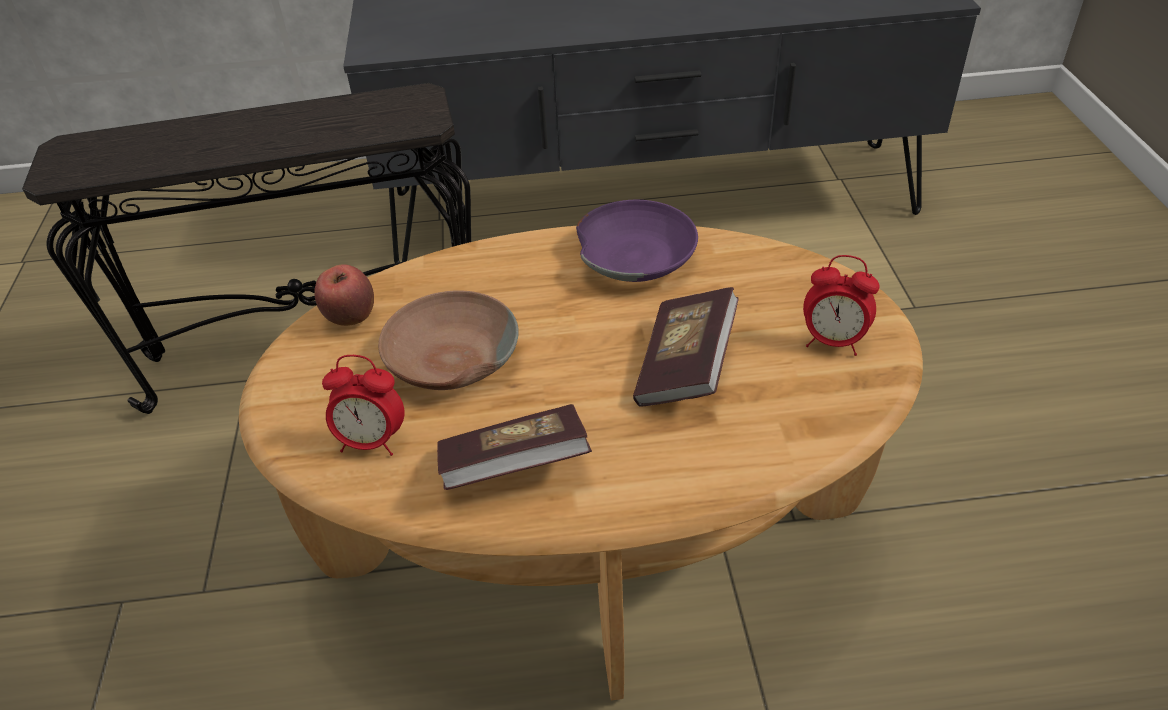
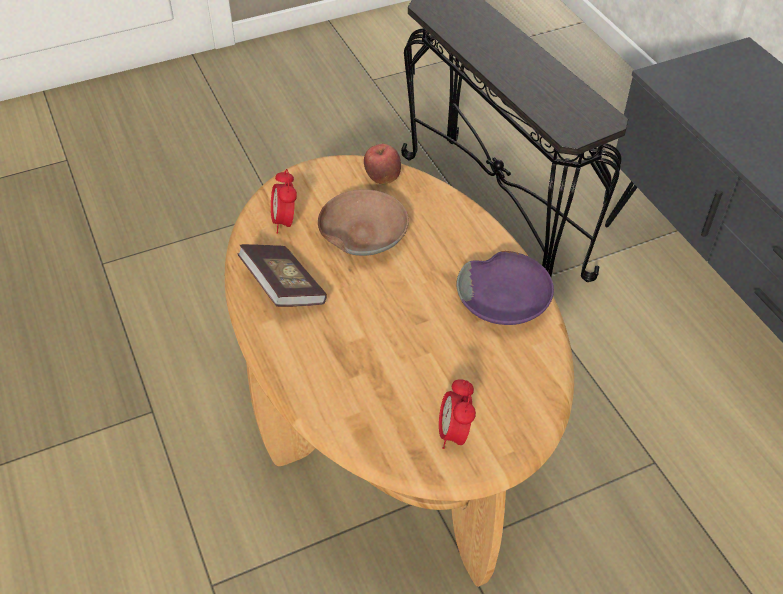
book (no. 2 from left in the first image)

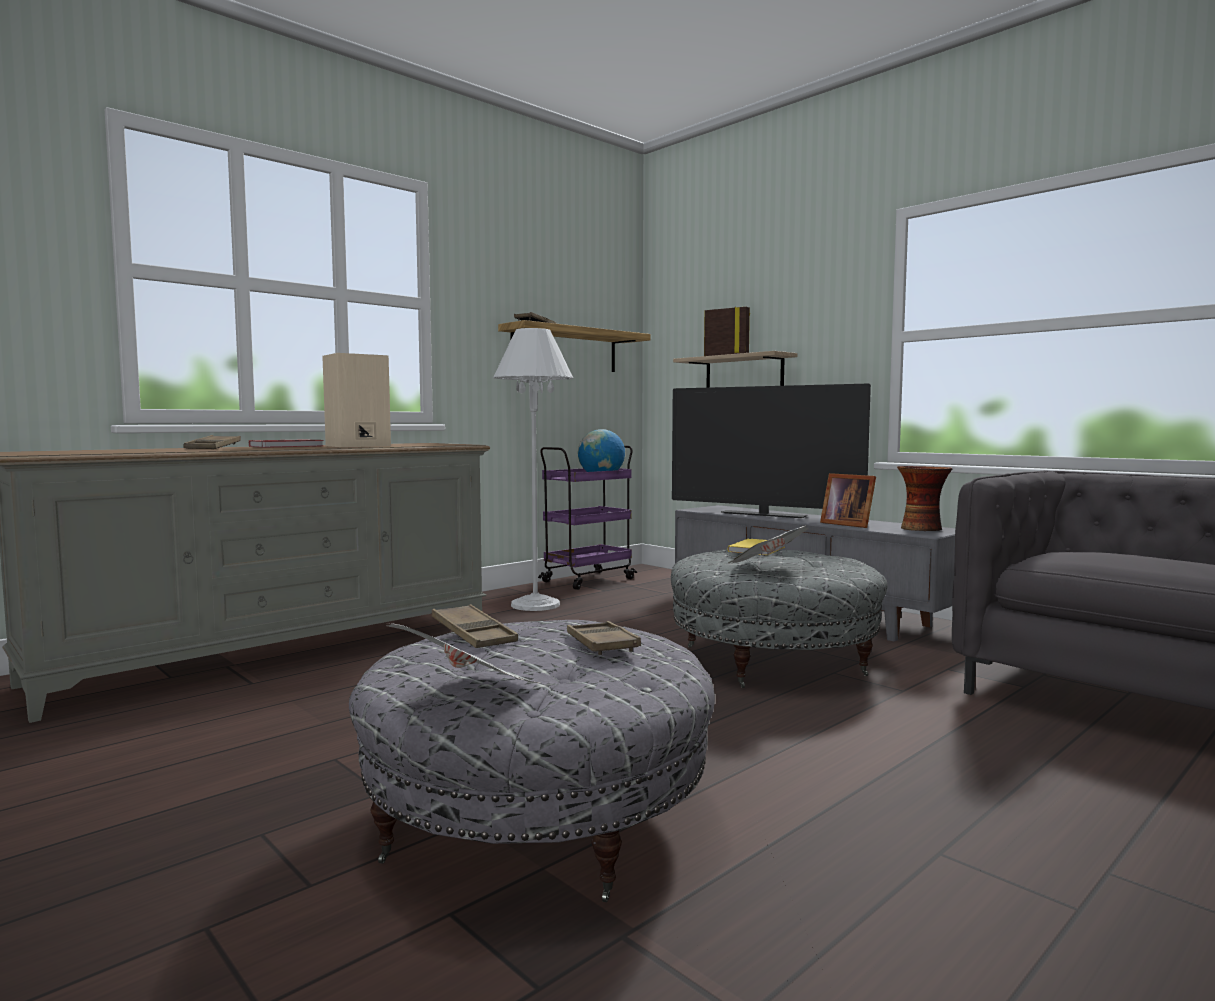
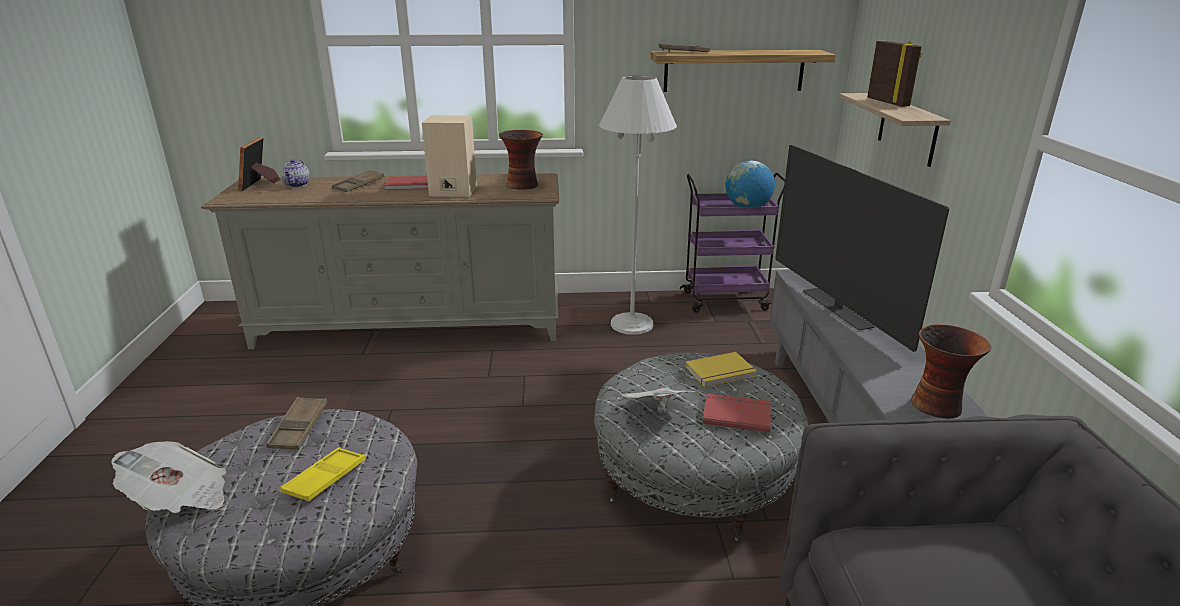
teapot; vase (no. 1 from left); red book (no. 2 from left); picture frame (no. 1 from left); yellow tray

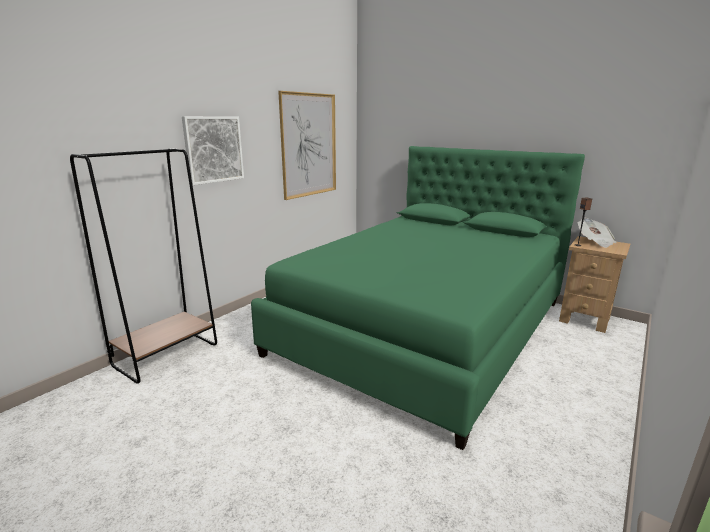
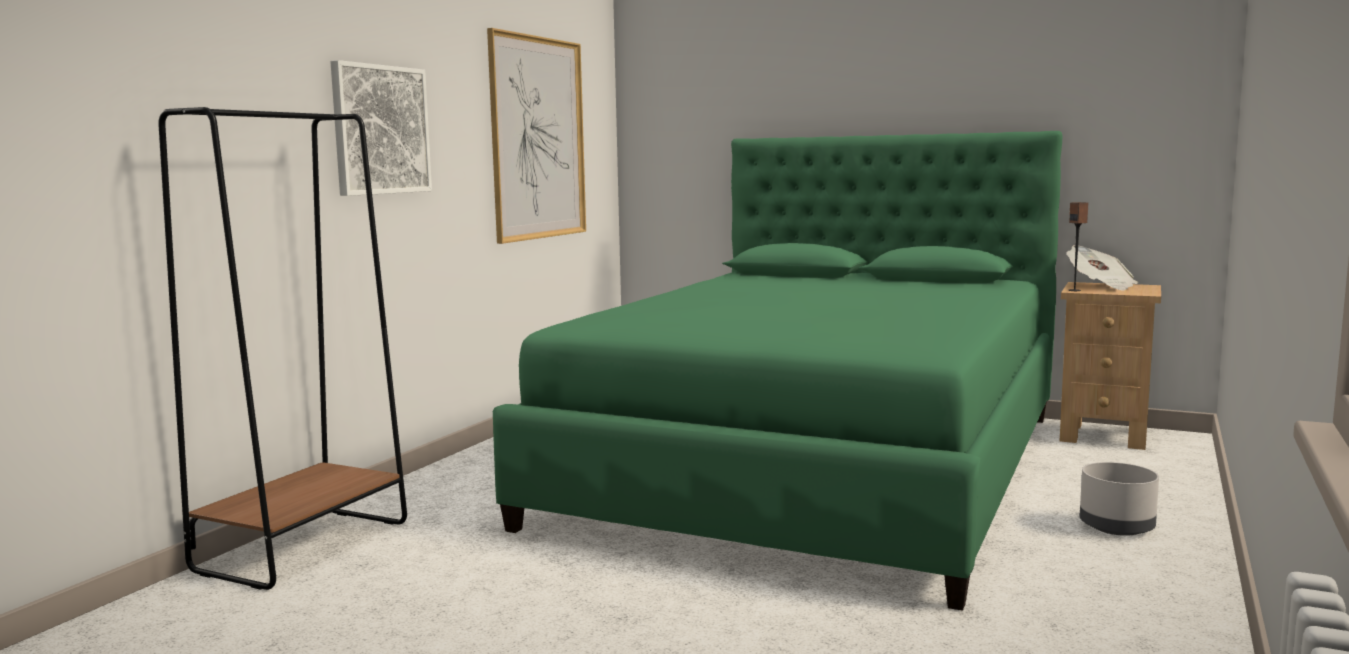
grey planter

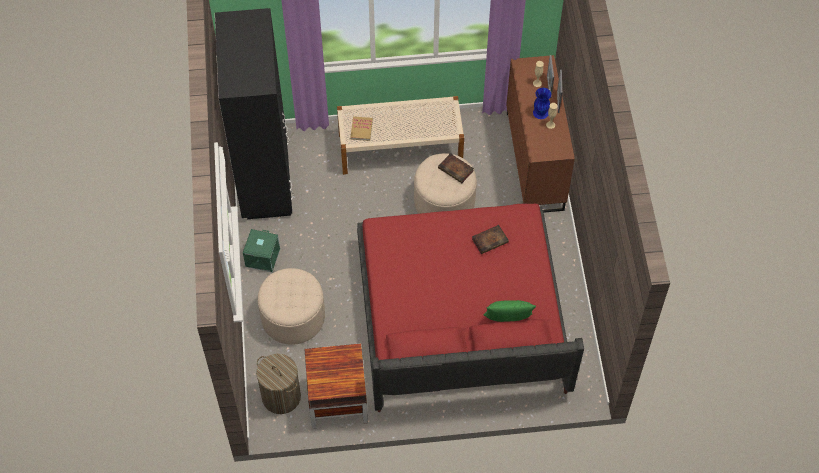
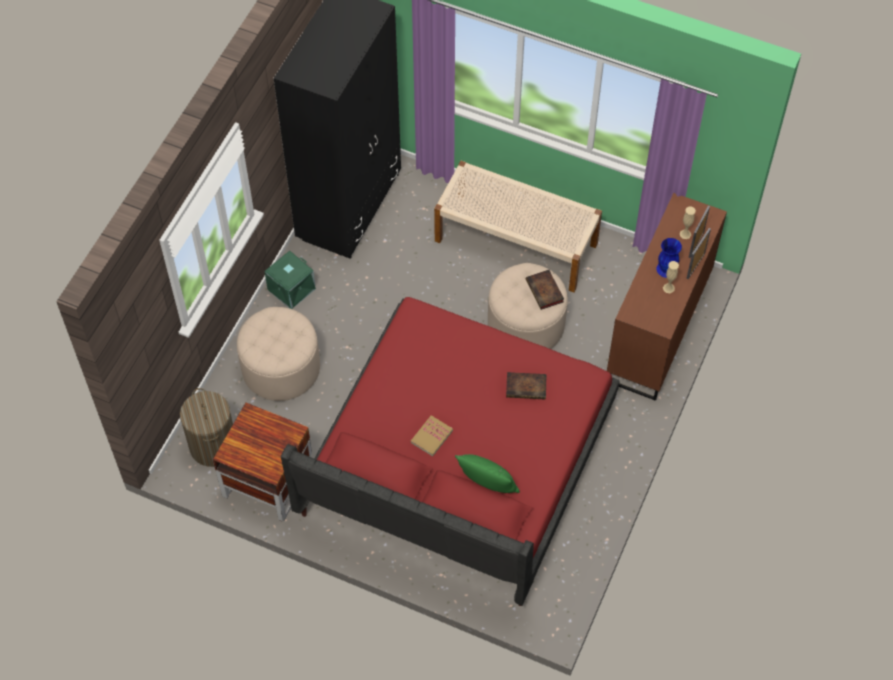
book (no. 1 from left)

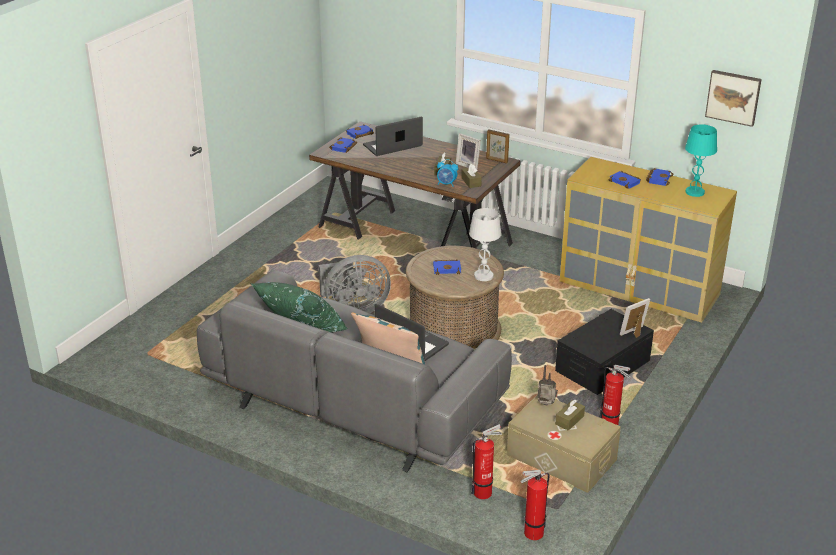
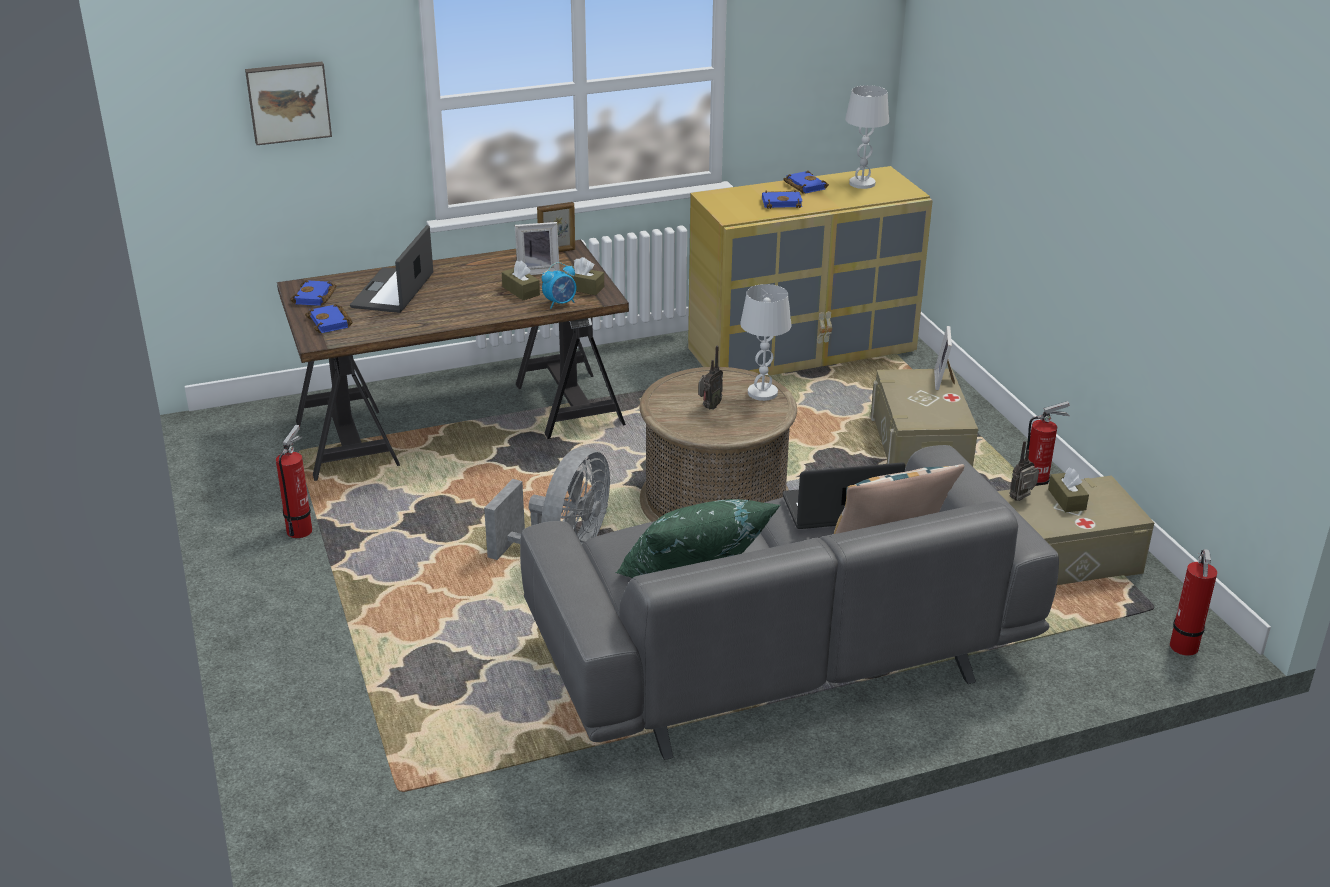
fire extinguisher (no. 1 from left); picture; radio (no. 1 from left); beige storage box (no. 1 from left); white table lamp (no. 2 from left)

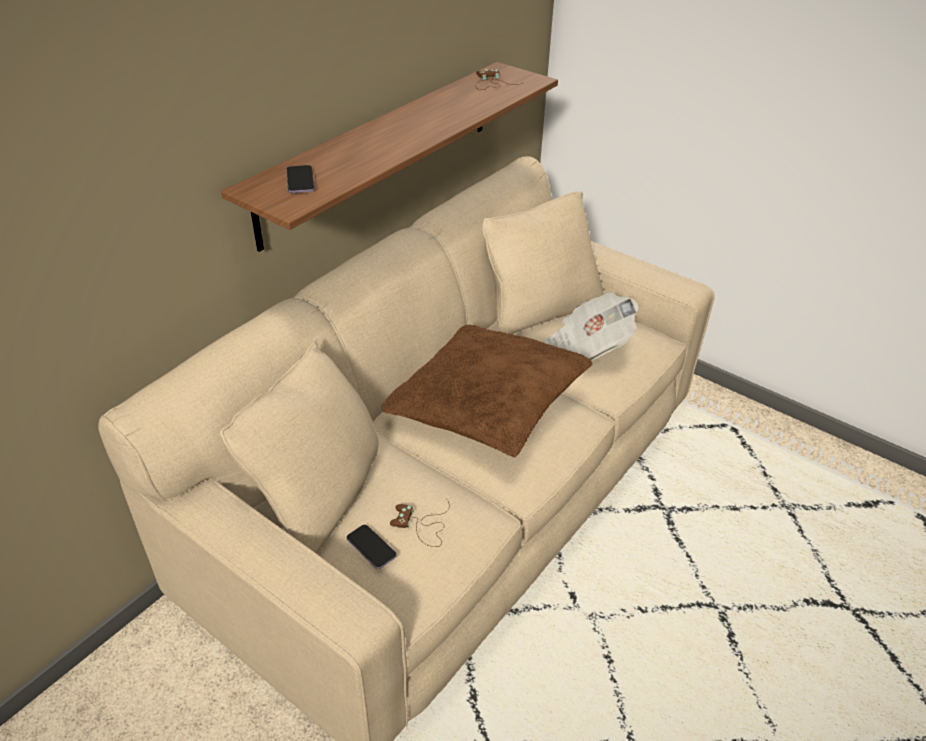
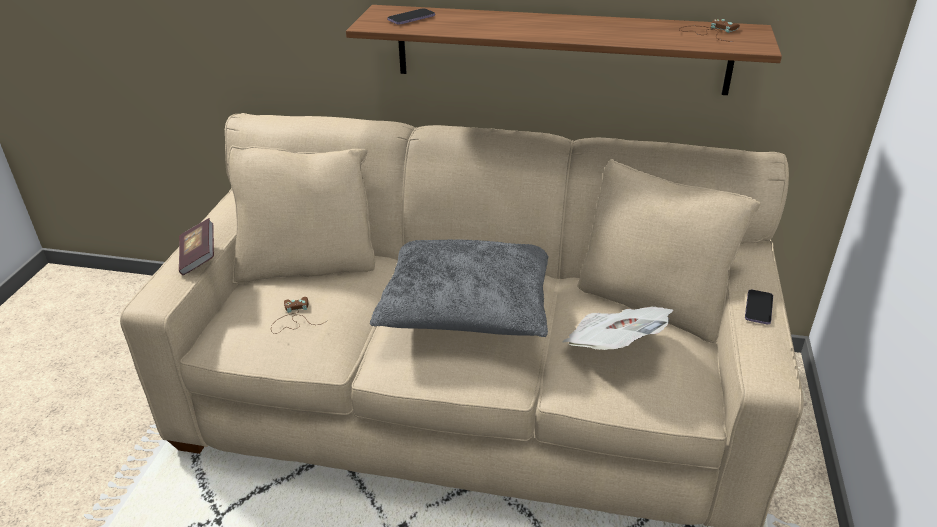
book; phone (no. 2 from left); grey pillow

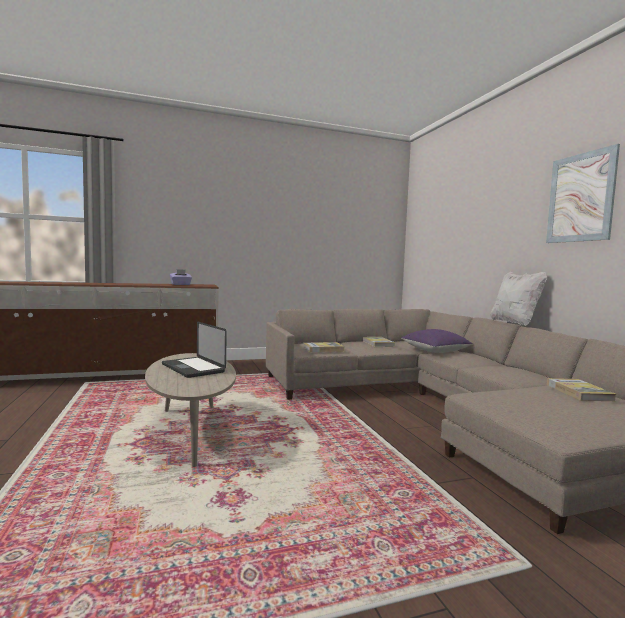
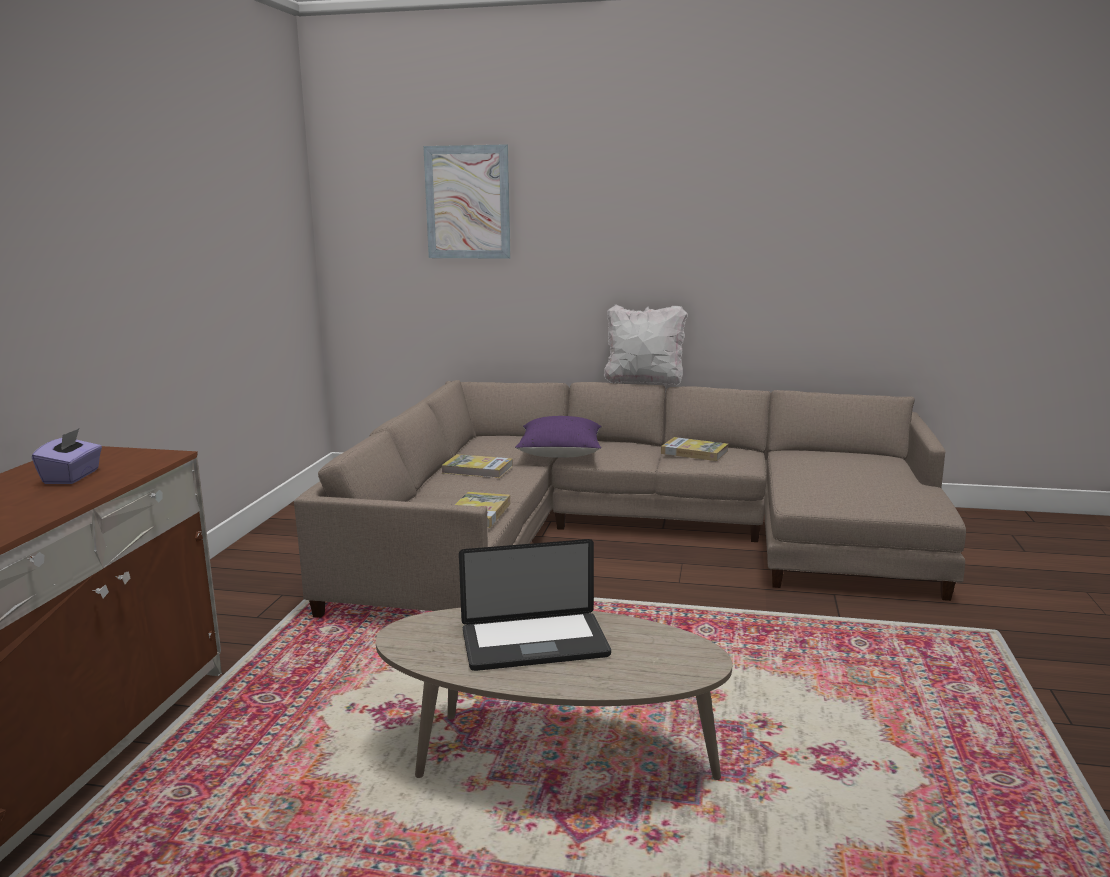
picture; book (no. 3 from left)

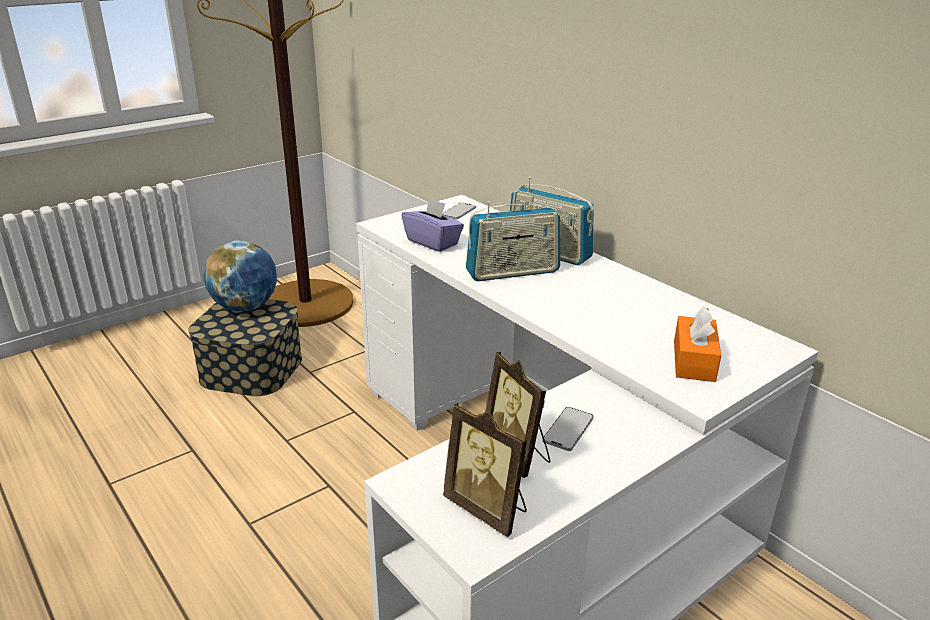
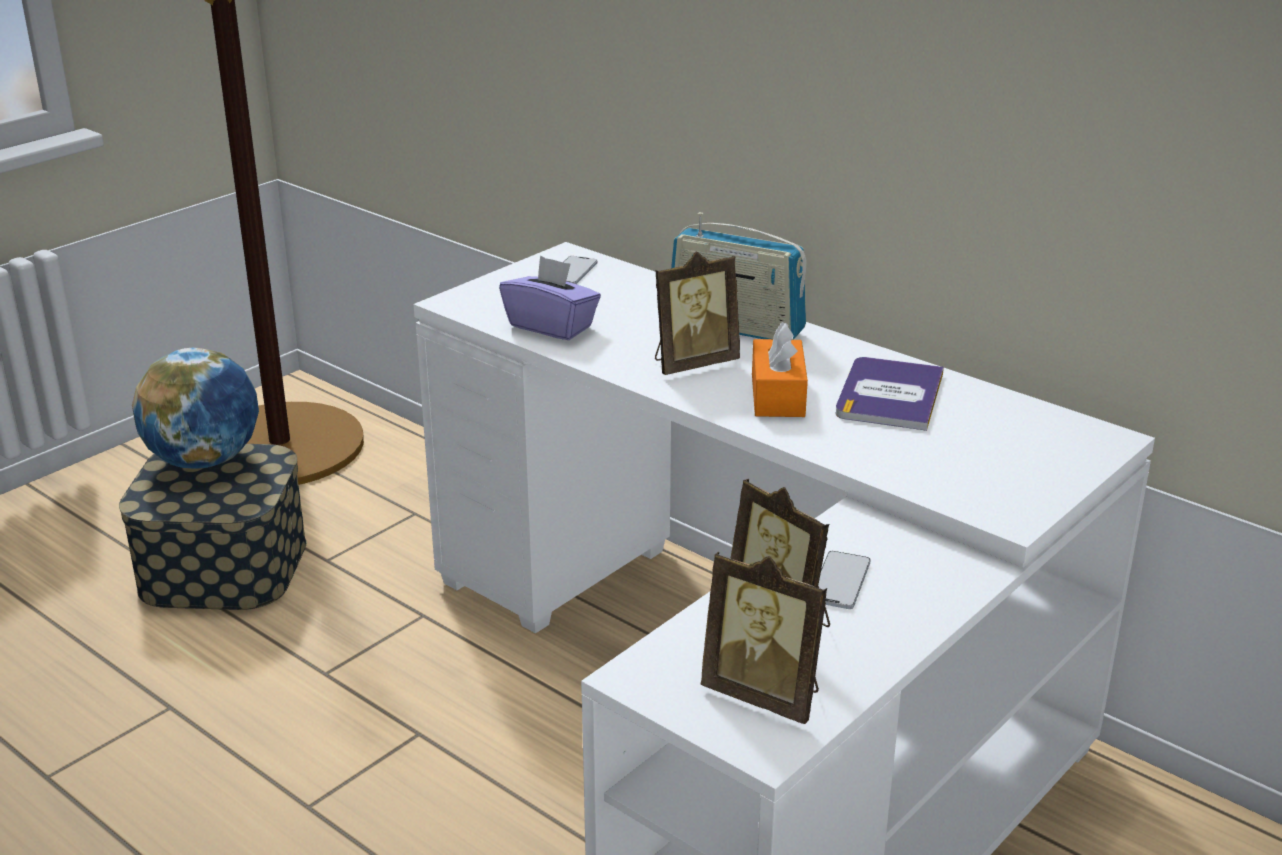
book; orange tissue box; picture frame (no. 1 from left)

